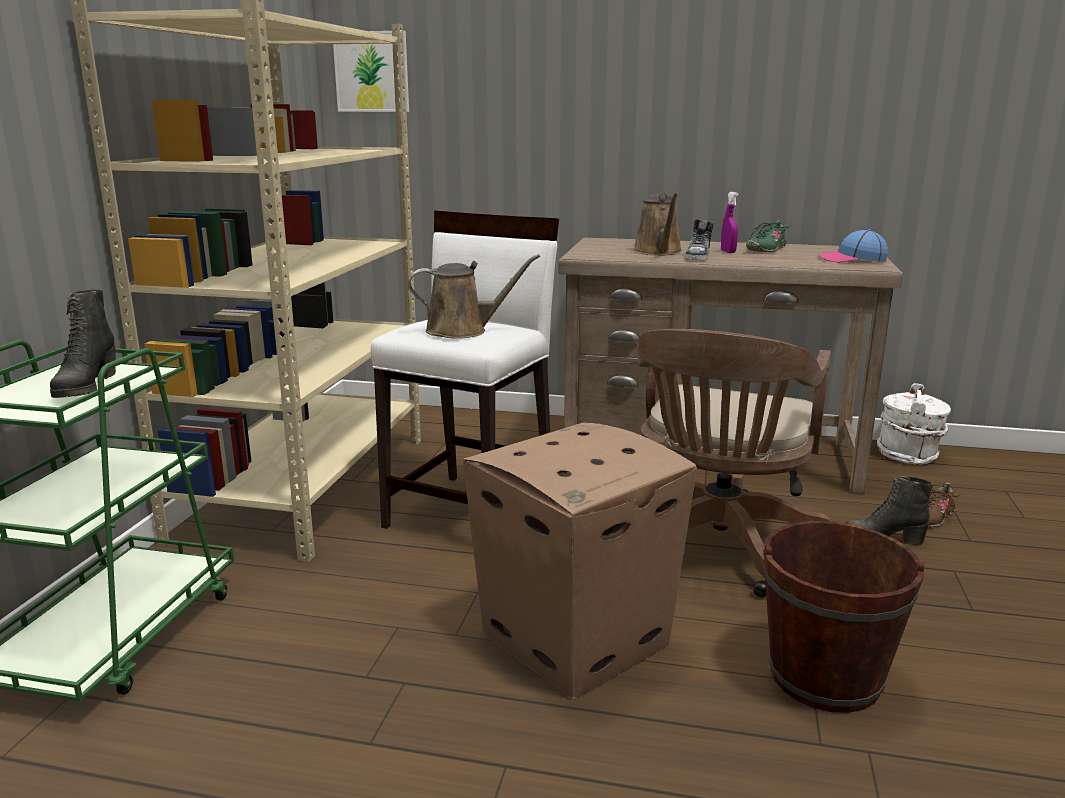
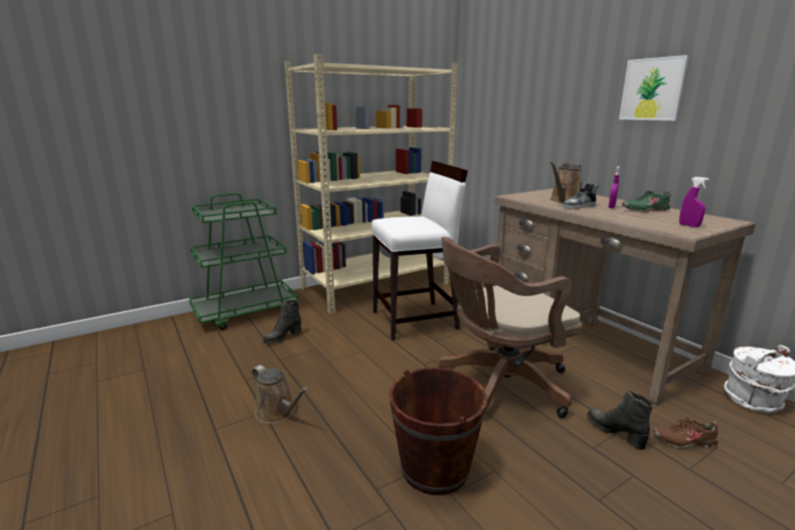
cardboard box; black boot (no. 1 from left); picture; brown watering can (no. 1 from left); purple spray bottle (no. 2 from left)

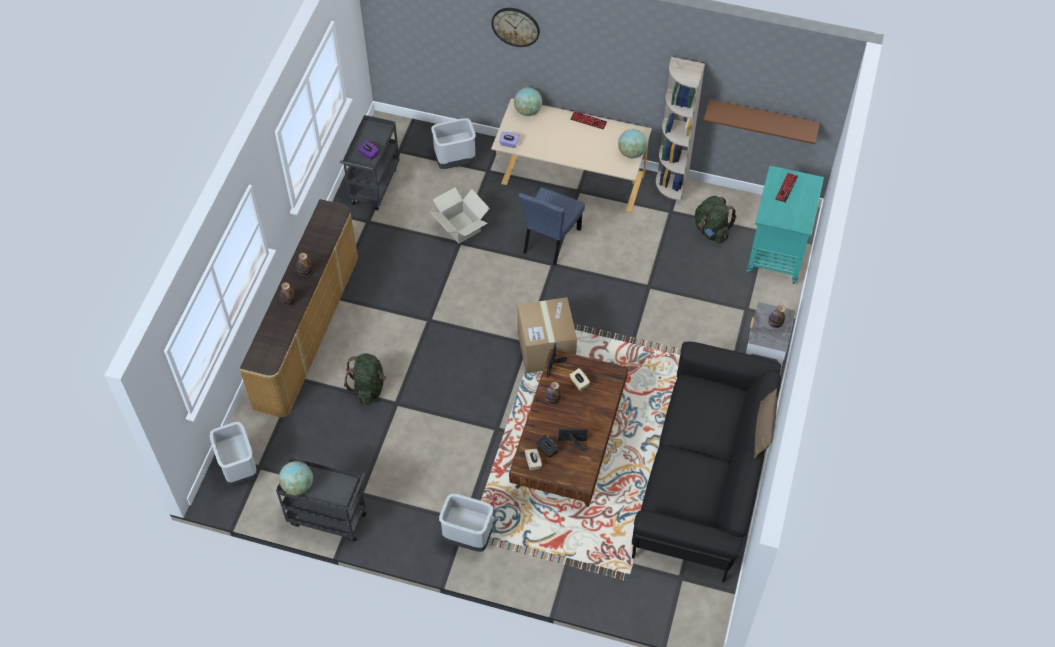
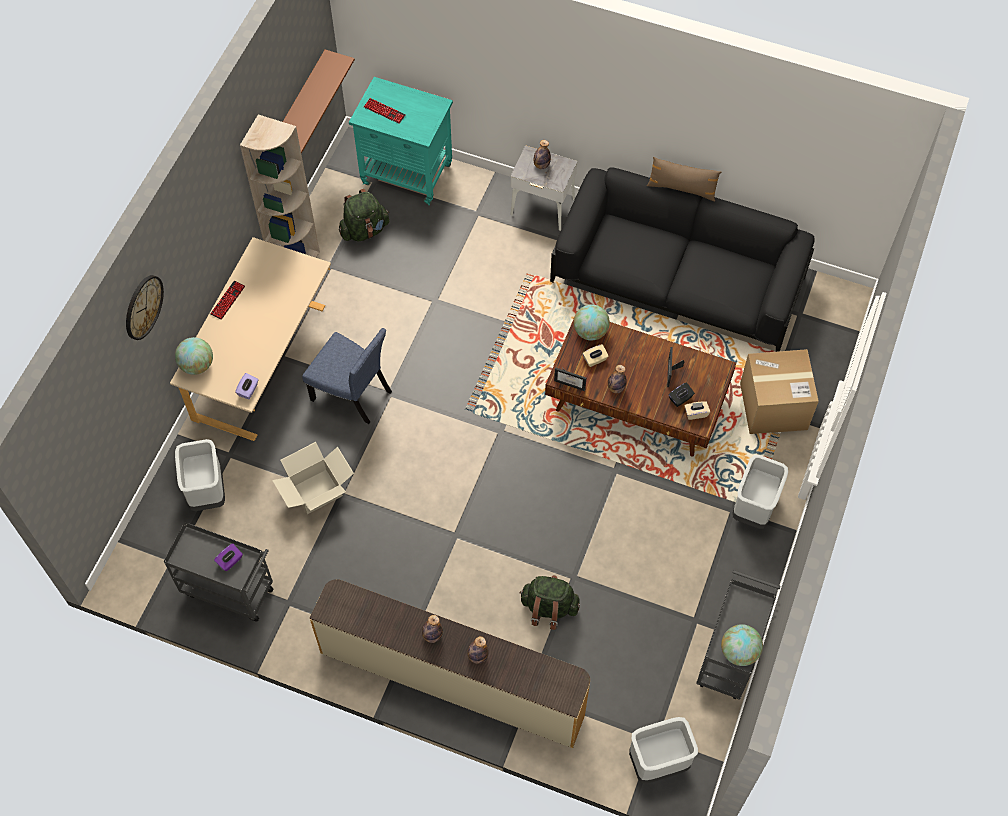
cardboard box (no. 2 from left); globe (no. 2 from left)

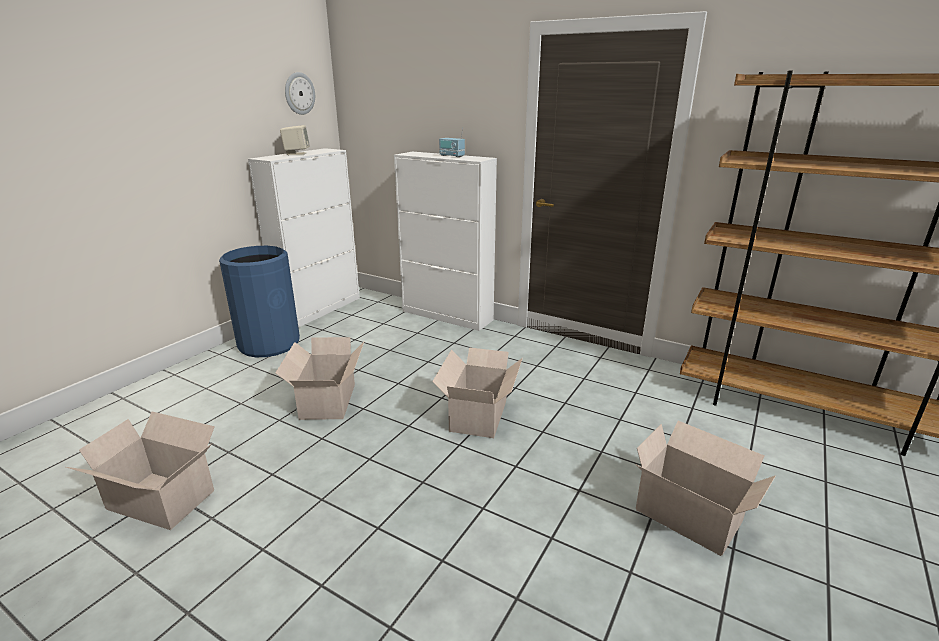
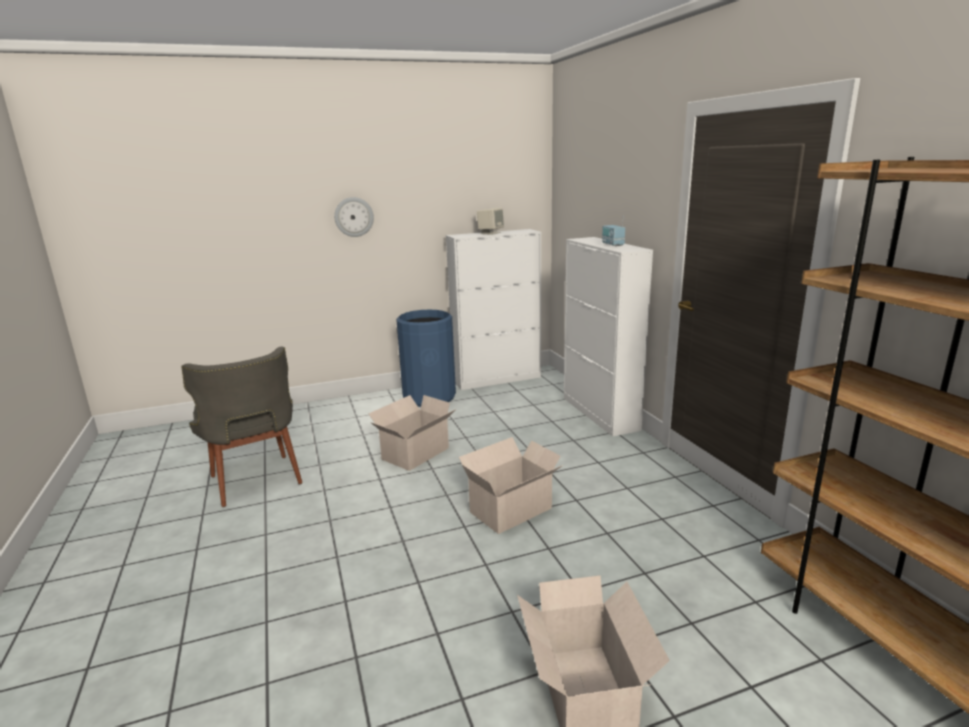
wall clock; grey chair

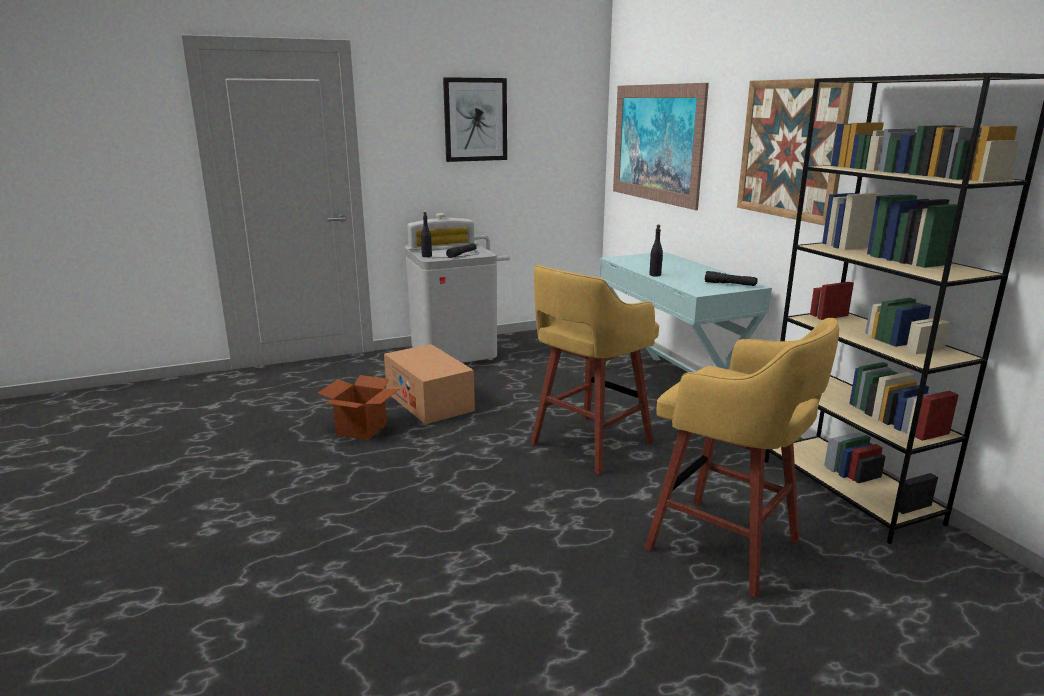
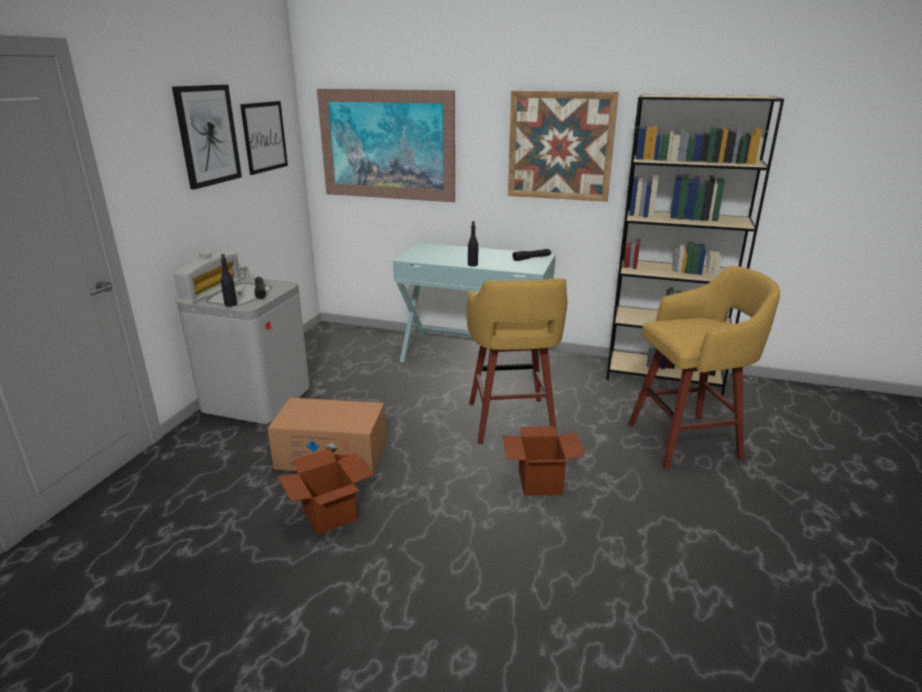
picture (no. 2 from left); cardboard box (no. 3 from left)

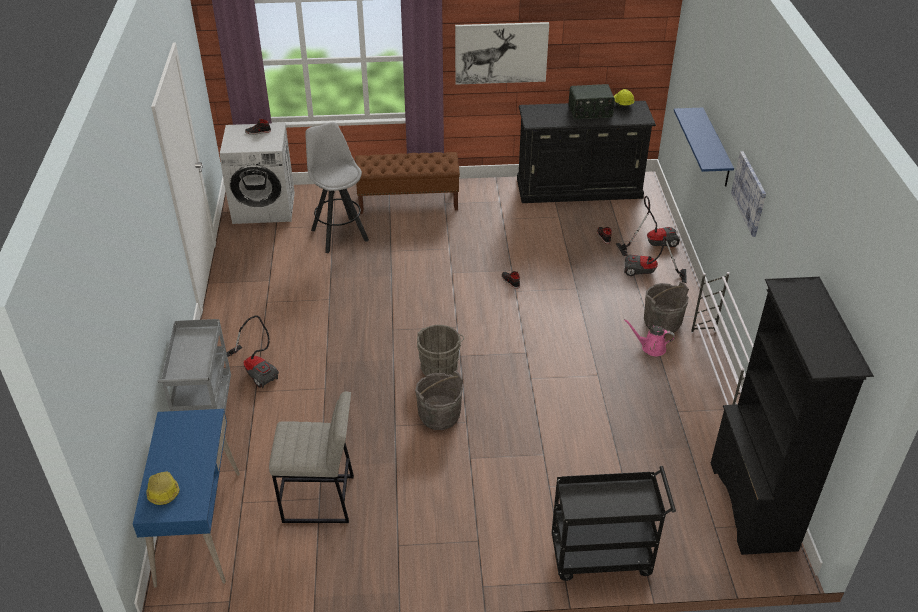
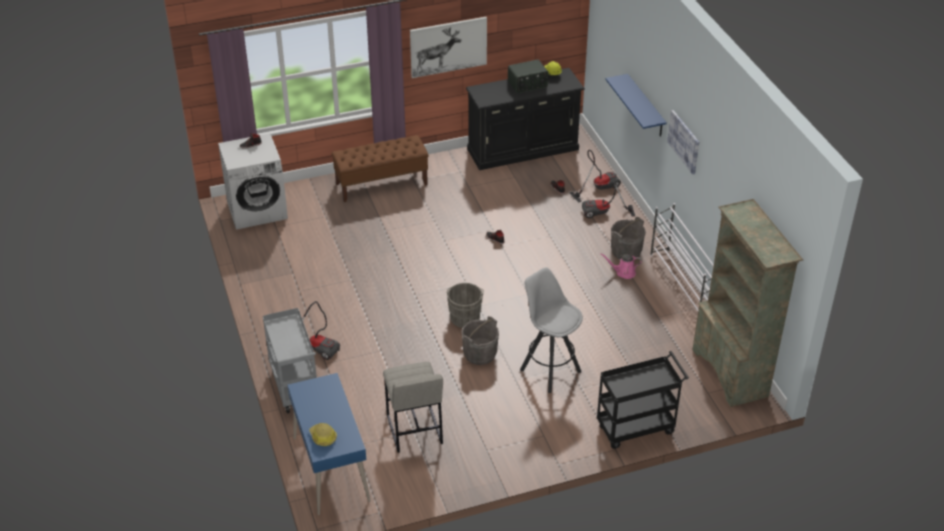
grey stool; green bookcase; grey chair

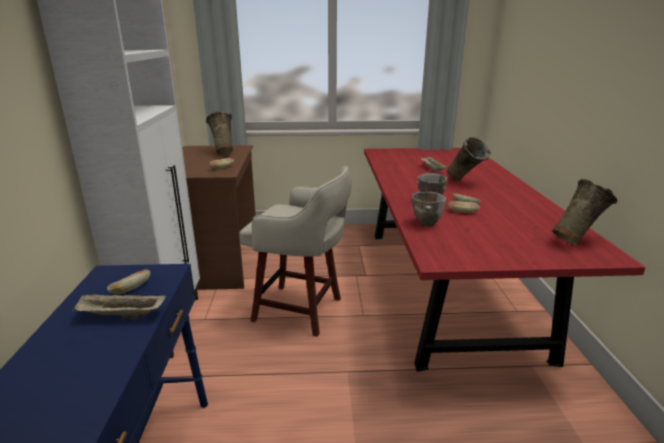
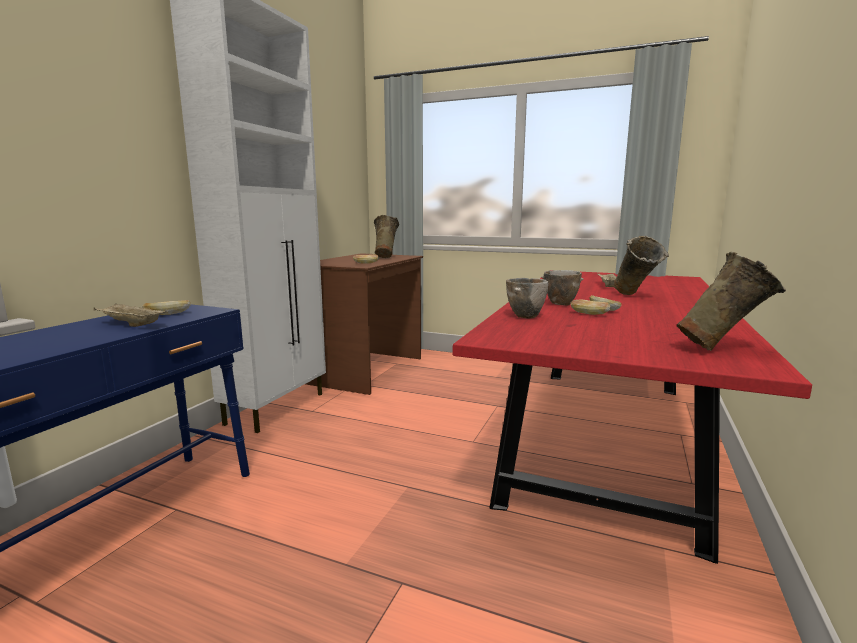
beige stool

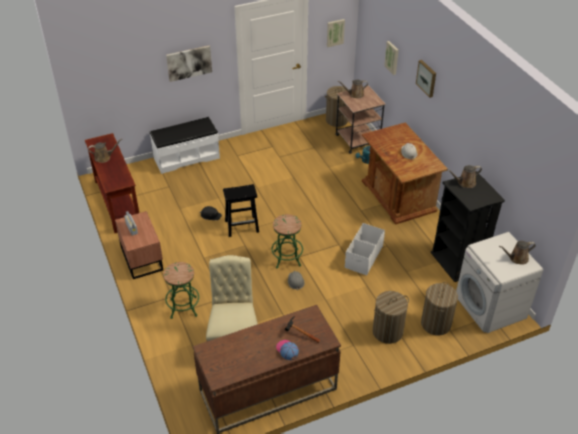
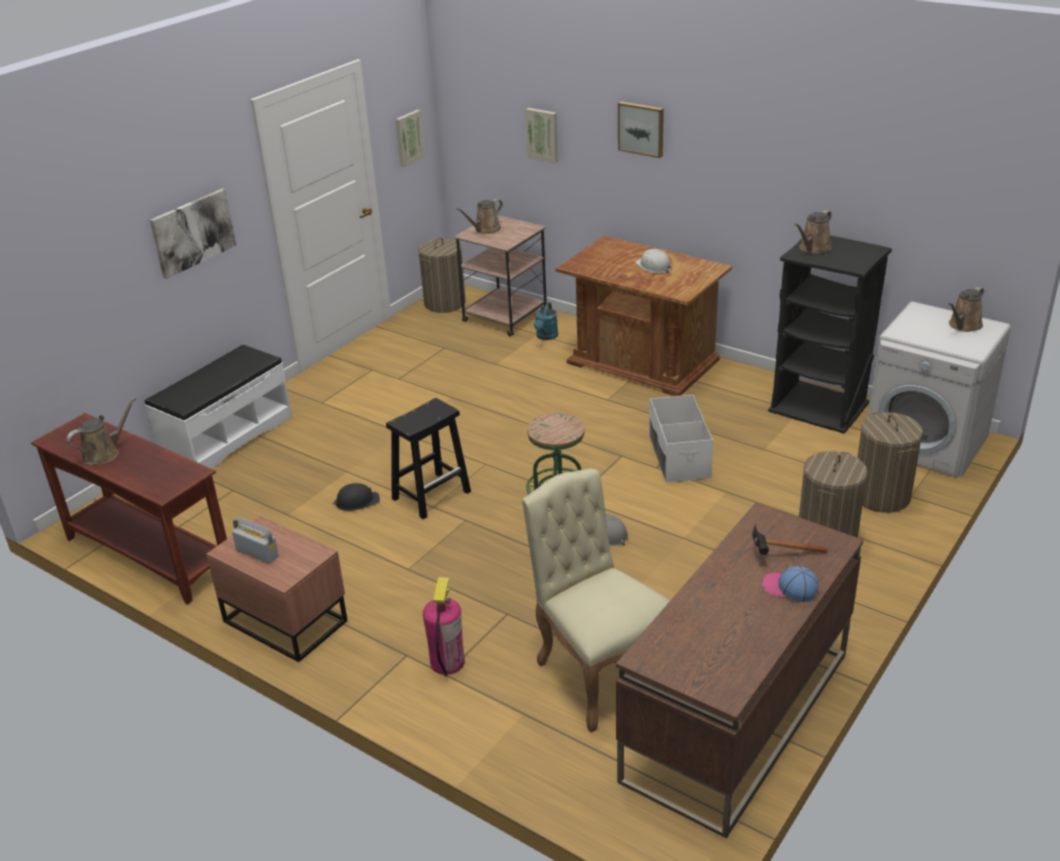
fire extinguisher

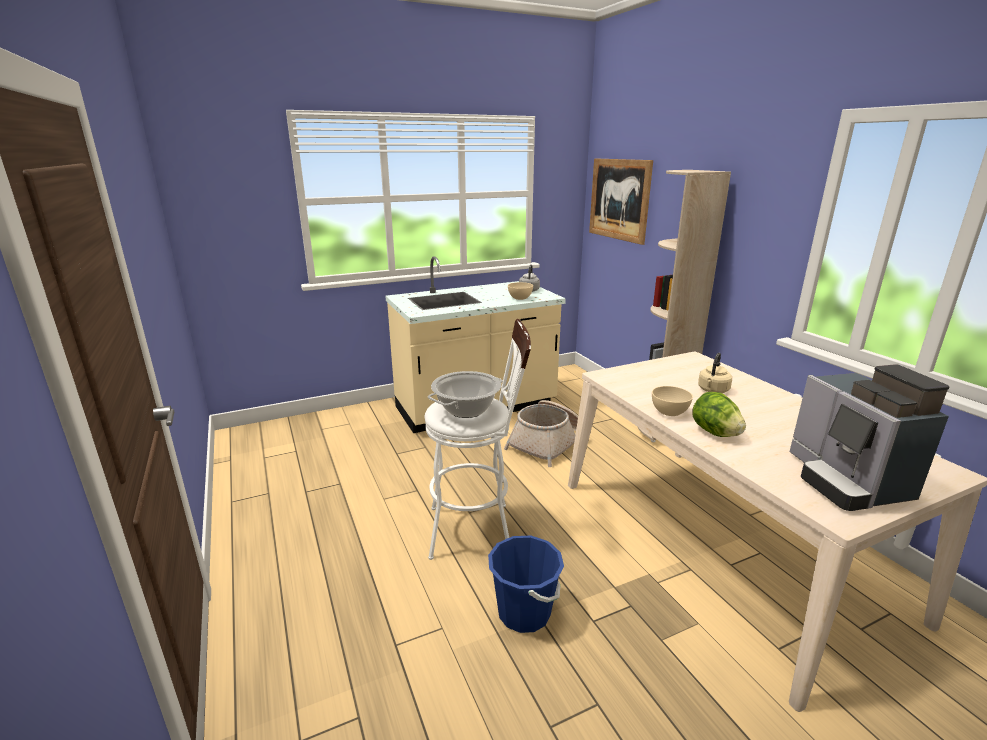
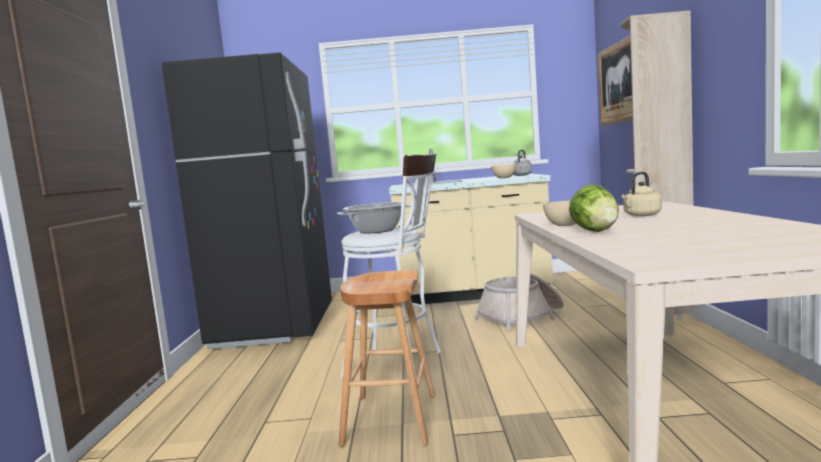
coffee machine; black fridge; brown stool

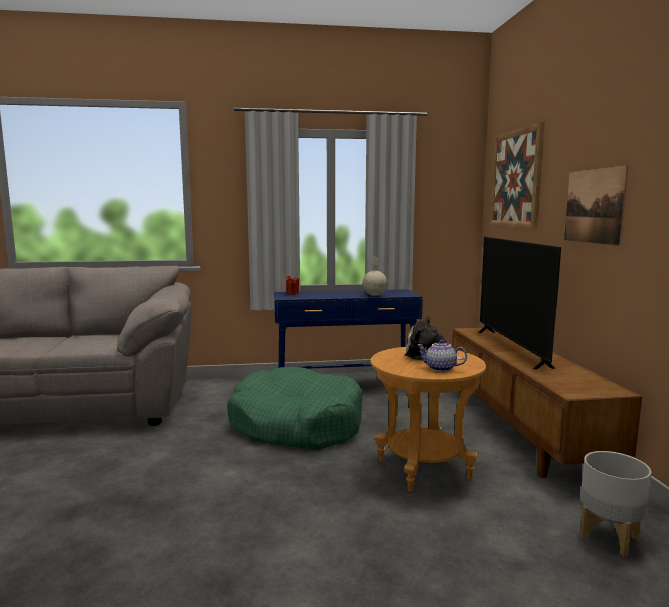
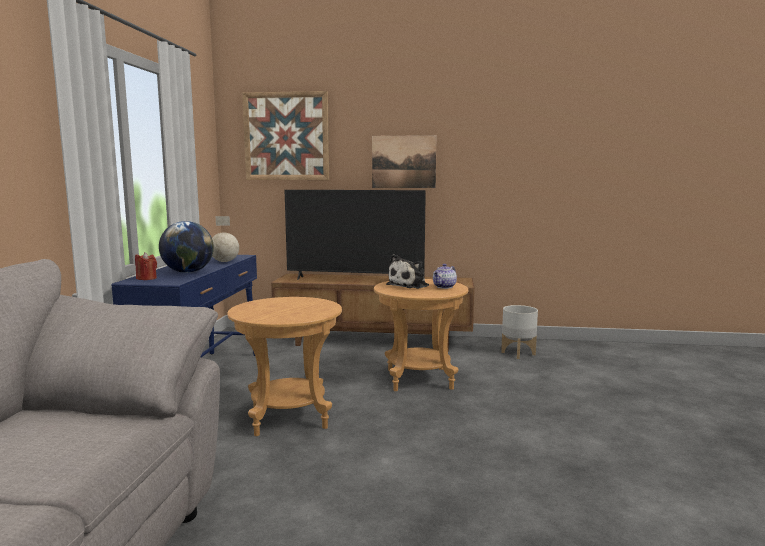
globe (no. 1 from left); brown side table (no. 1 from left)

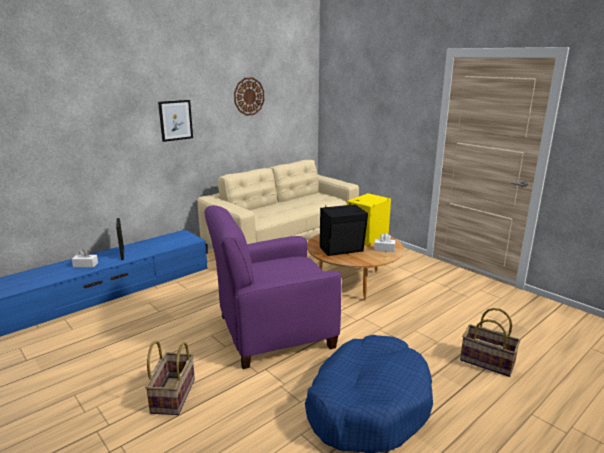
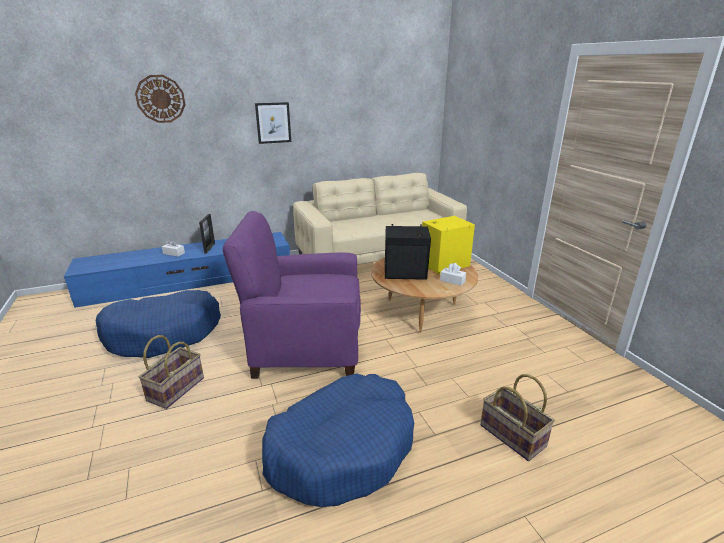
blue dog bed (no. 1 from left); wall clock

